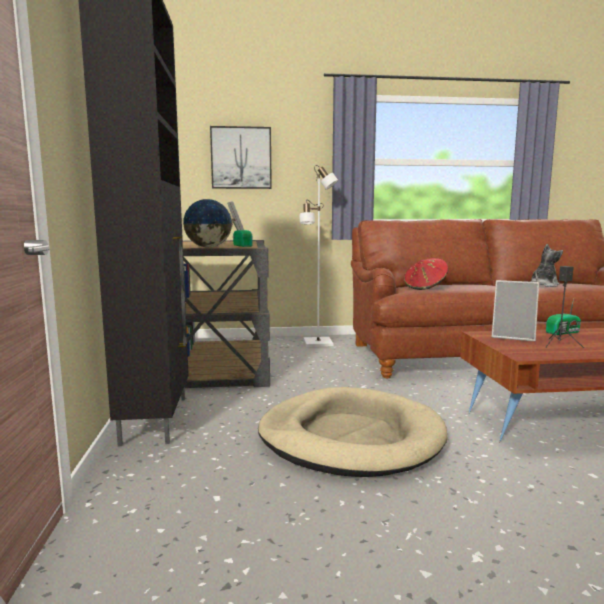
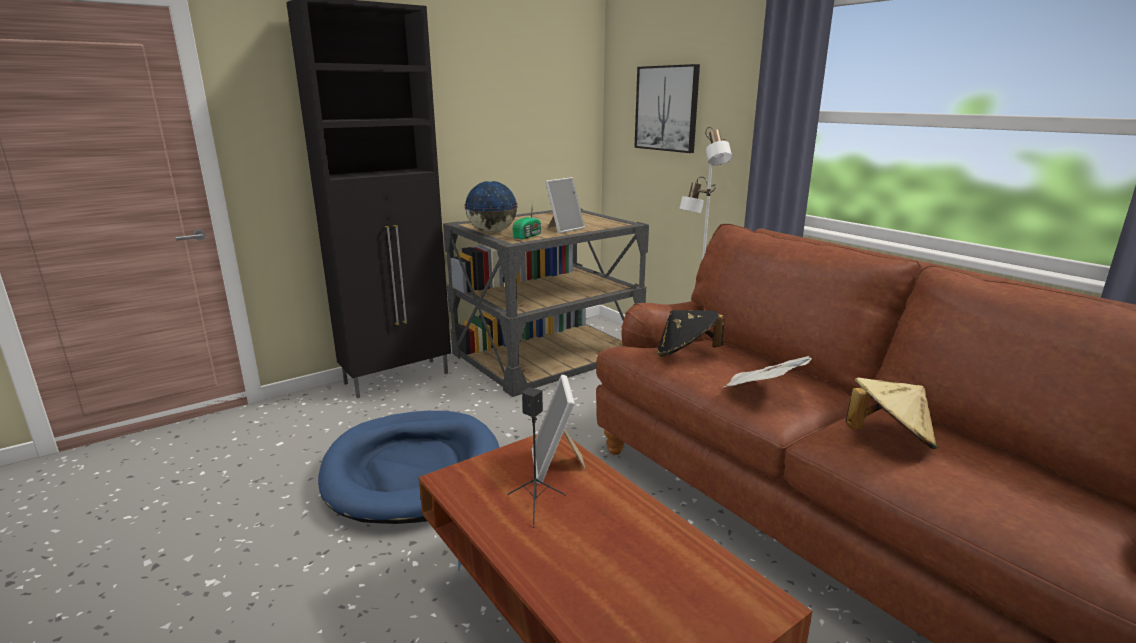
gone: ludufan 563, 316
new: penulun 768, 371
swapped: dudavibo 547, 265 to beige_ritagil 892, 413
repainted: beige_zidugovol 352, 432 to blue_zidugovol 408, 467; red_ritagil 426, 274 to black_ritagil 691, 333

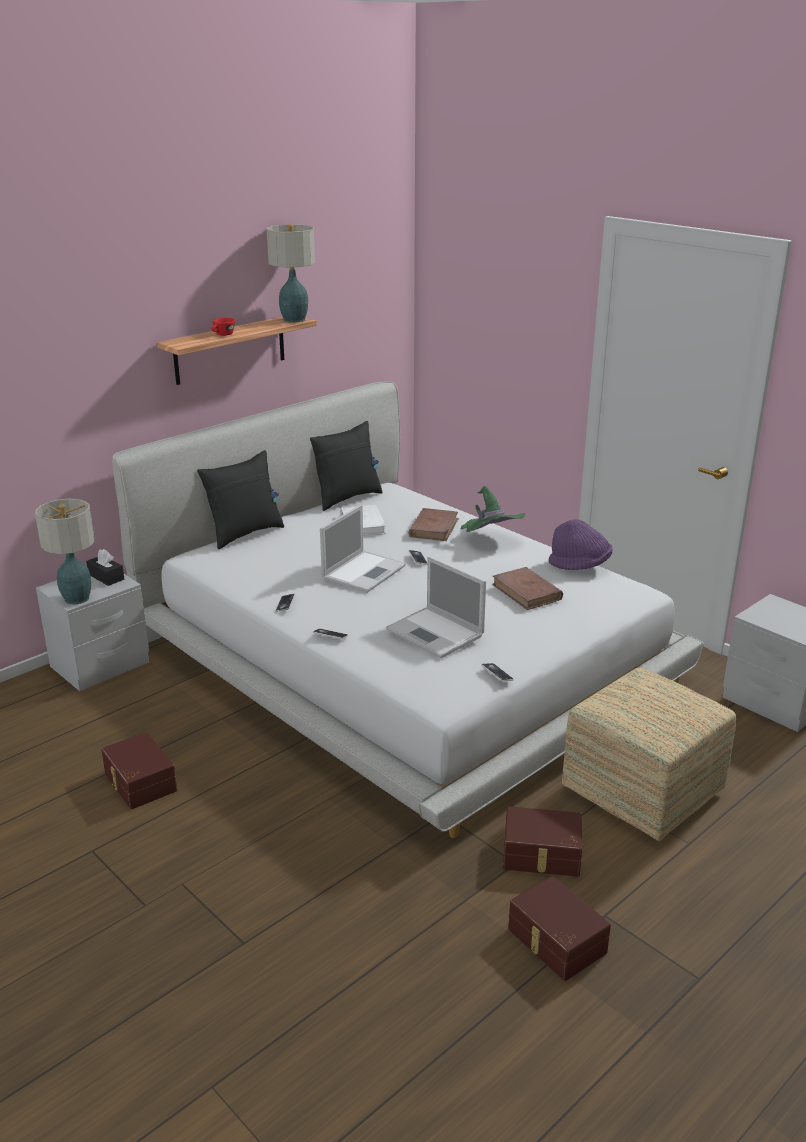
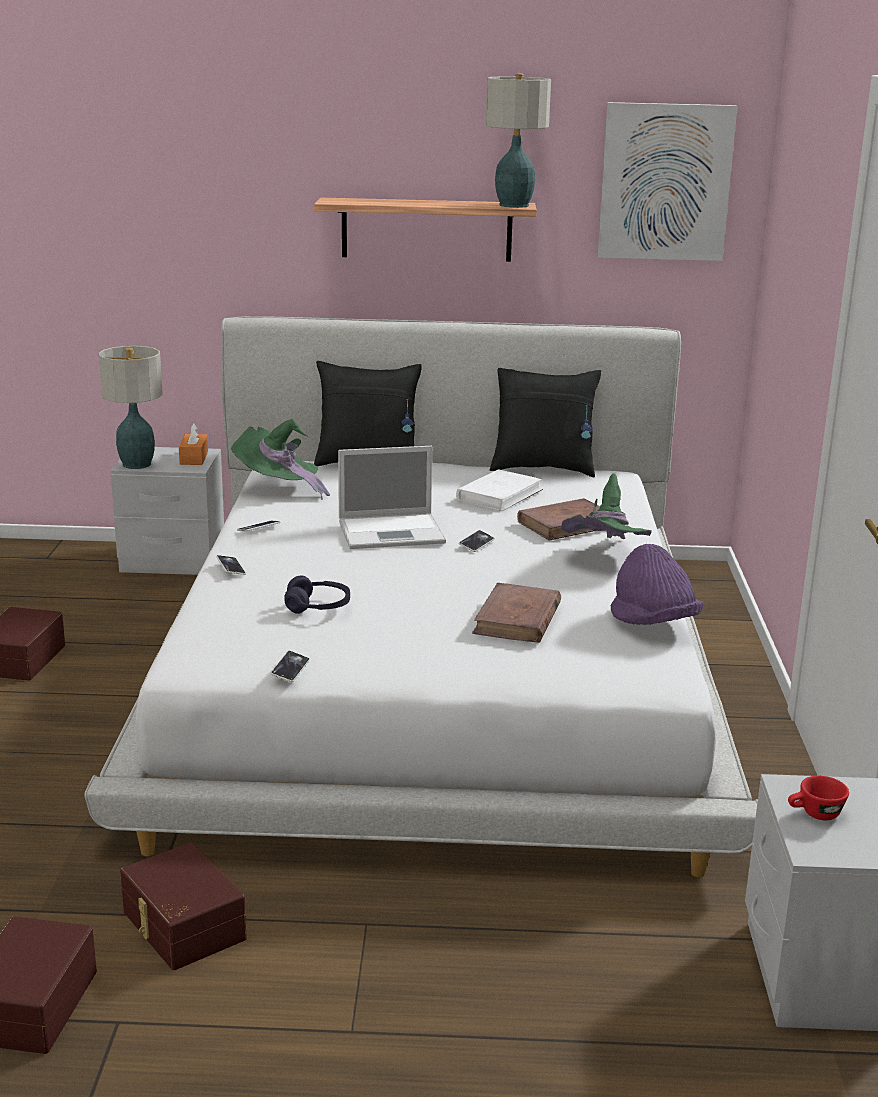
gone: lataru 649, 755
new: green_ritagil 280, 459; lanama 667, 181
shifted: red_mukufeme 223, 327 to 818, 798
swapped: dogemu 436, 607 to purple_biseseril 317, 595
repainted: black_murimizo 105, 567 to orange_murimizo 193, 444

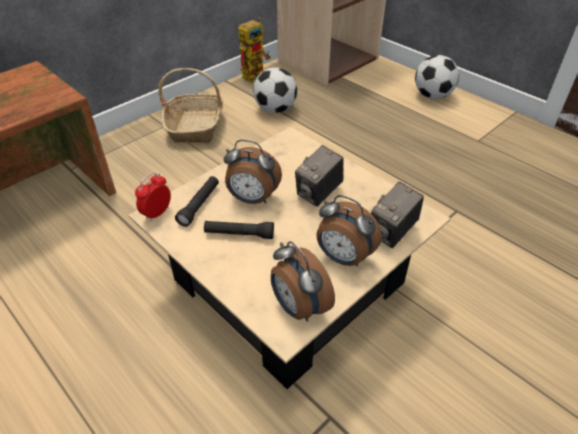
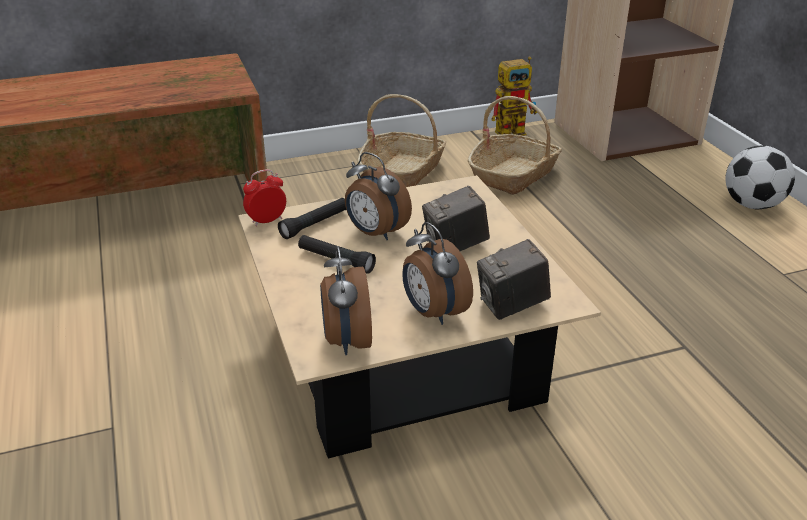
swapped: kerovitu 275, 90 to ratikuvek 515, 145

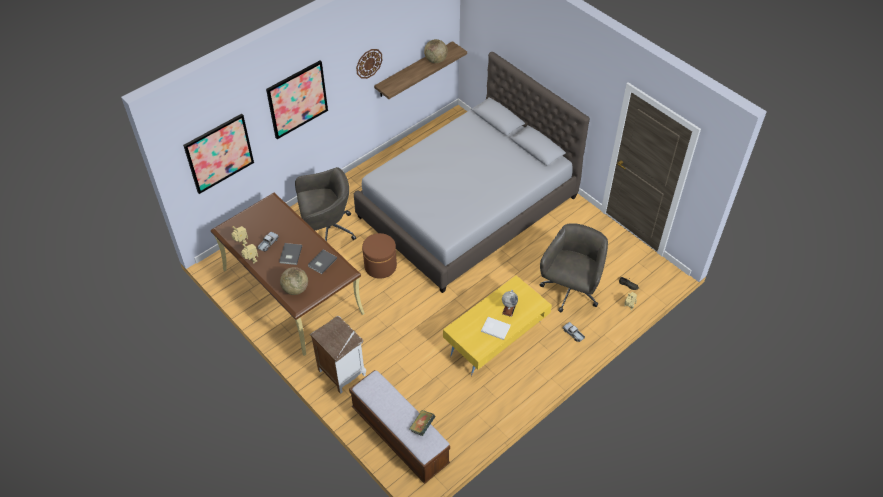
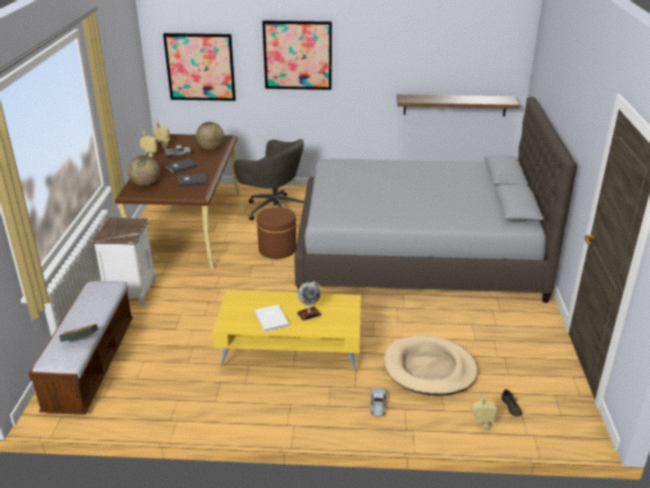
gone: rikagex 369, 64
shifted: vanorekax 436, 51 to 210, 136
swapped: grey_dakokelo 574, 268 to beige_zidugovol 431, 365

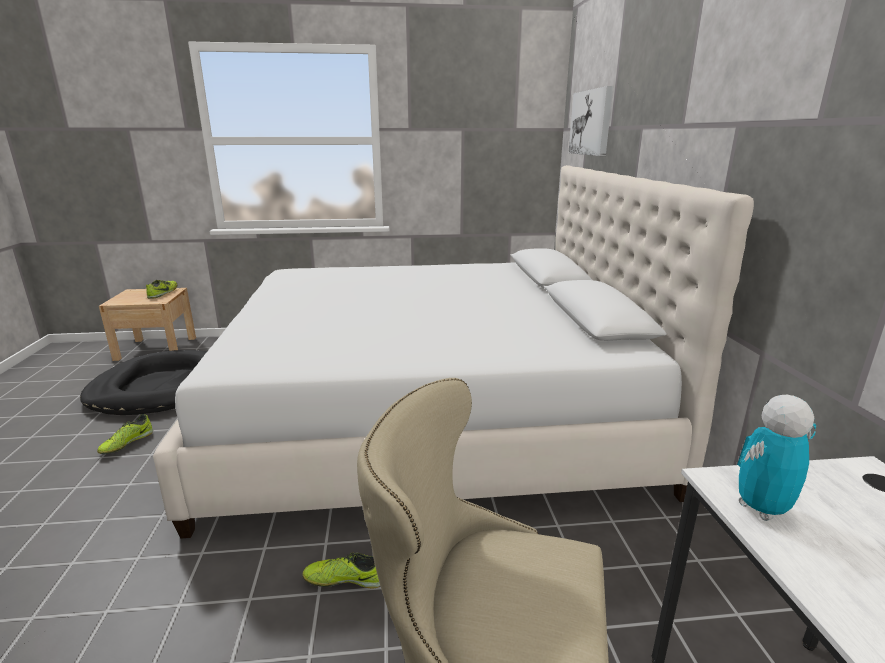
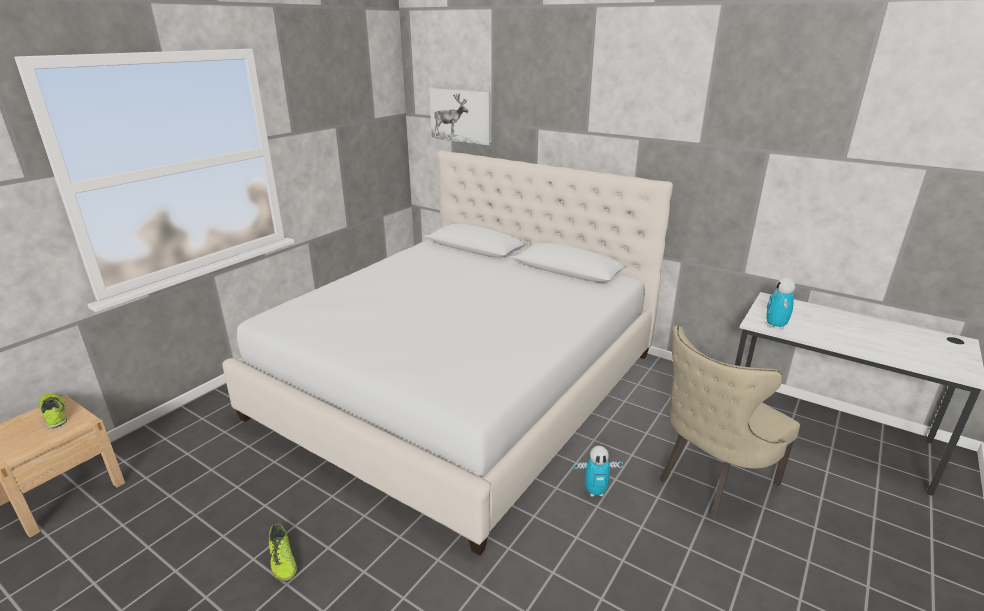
gone: black_zidugovol 143, 382
swapped: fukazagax 341, 570 to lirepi 598, 471

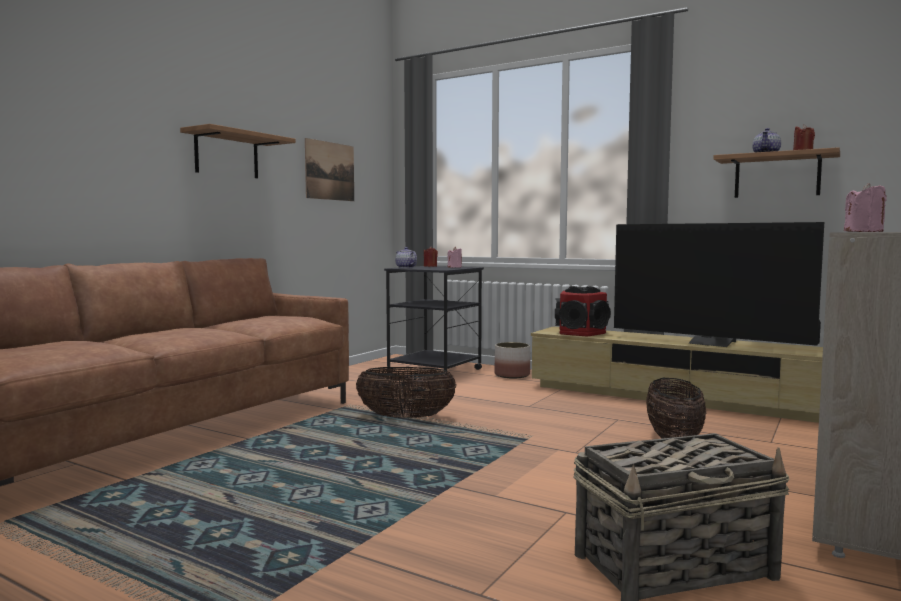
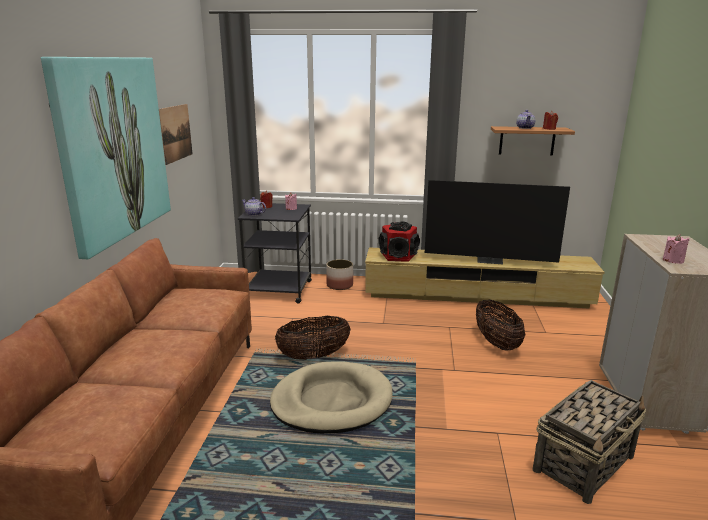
new: beige_zidugovol 331, 397
swapped: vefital 238, 151 to lanama 106, 158

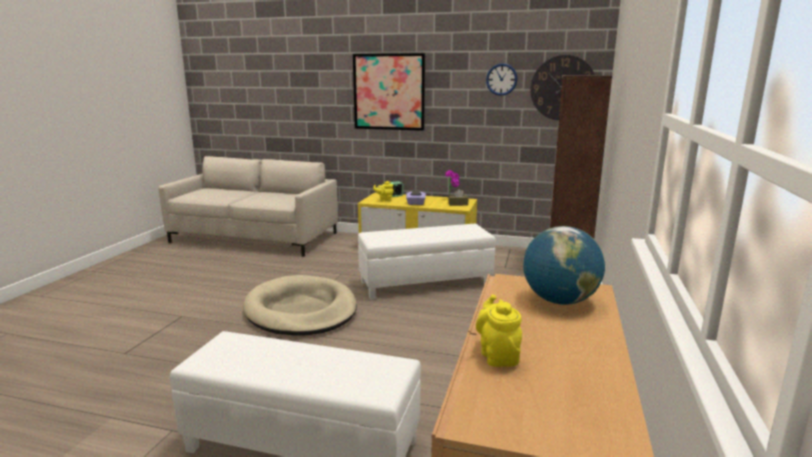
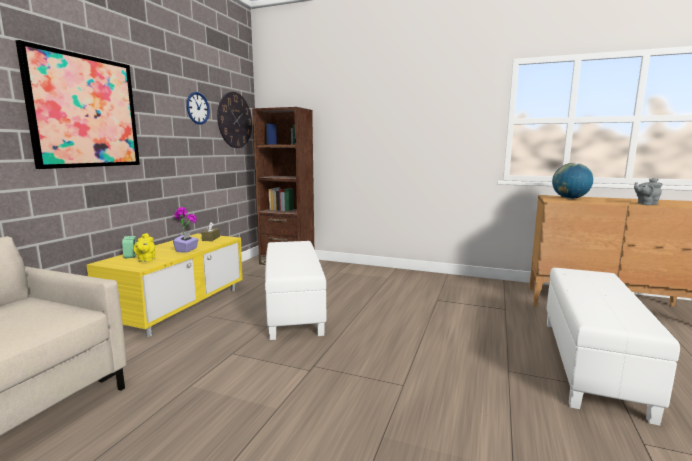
gone: beige_zidugovol 300, 305
repainted: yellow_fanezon 499, 330 to grey_fanezon 648, 191

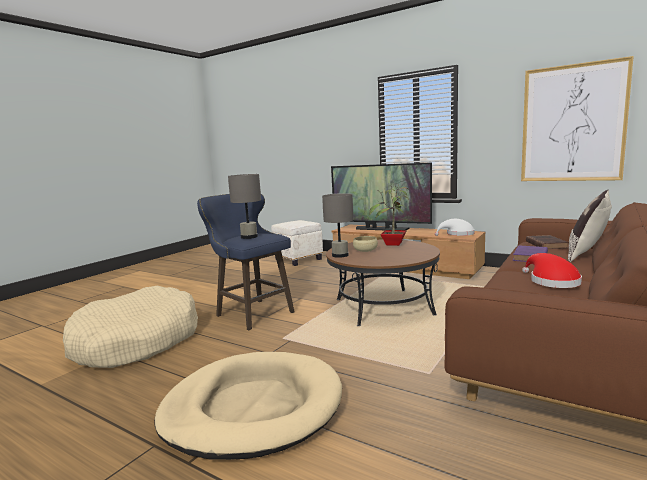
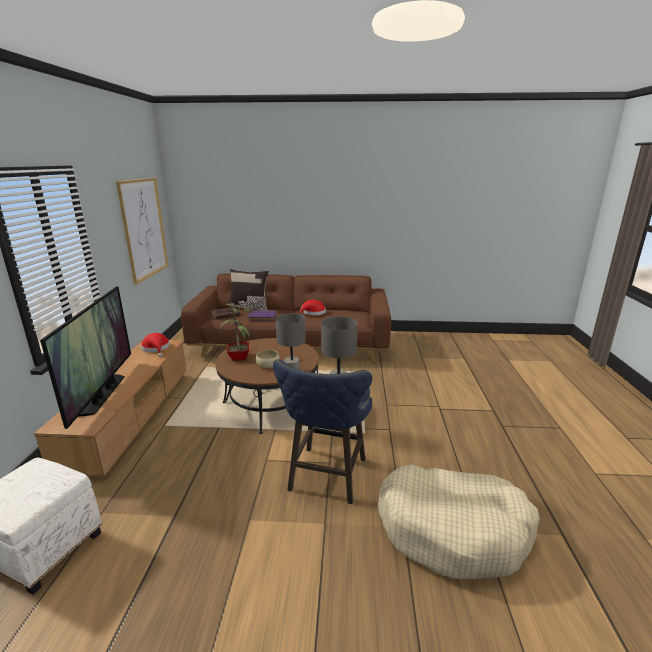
gone: beige_zidugovol 248, 406
repainted: white_ritagil 454, 227 to red_ritagil 155, 345

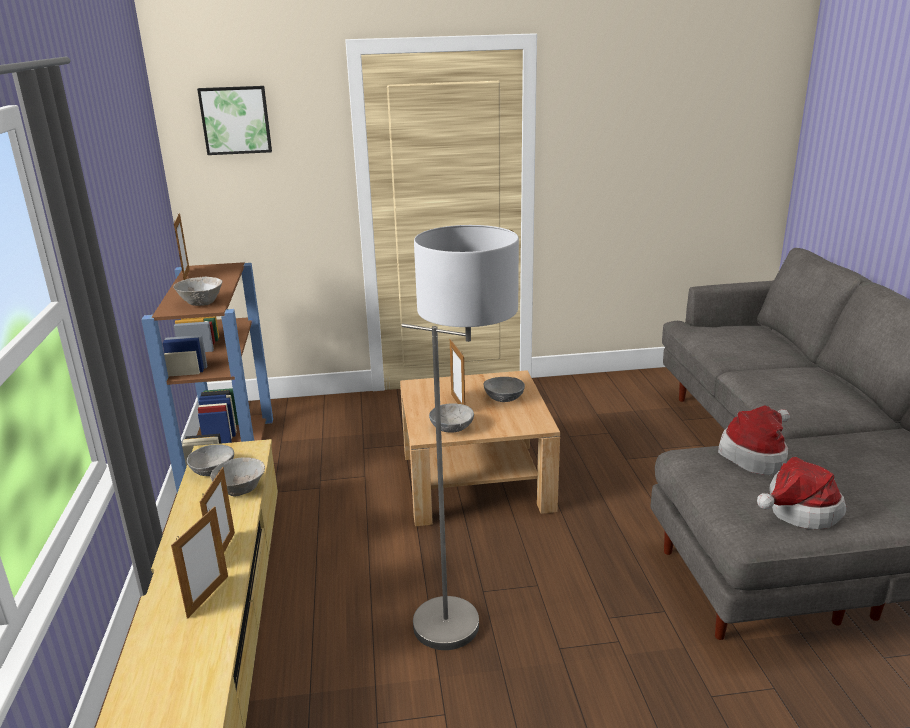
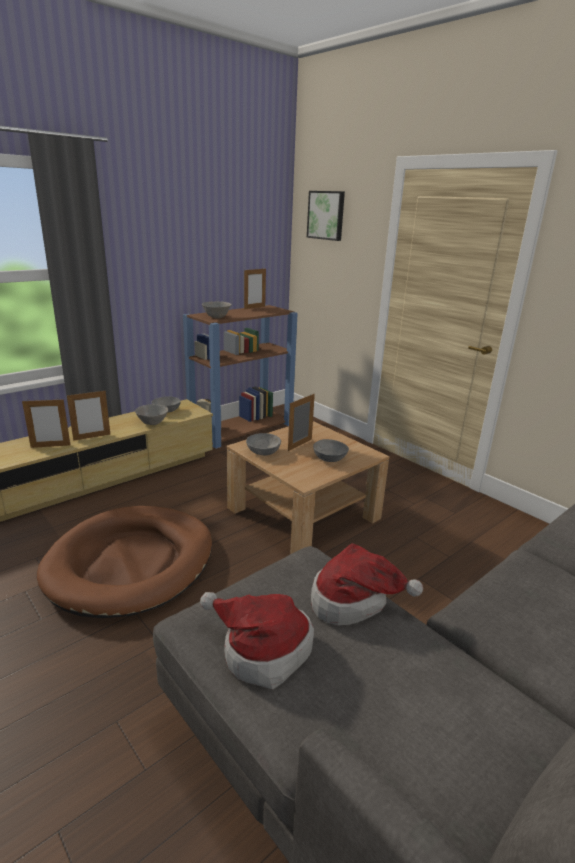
swapped: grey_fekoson 460, 437 to brown_zidugovol 124, 562

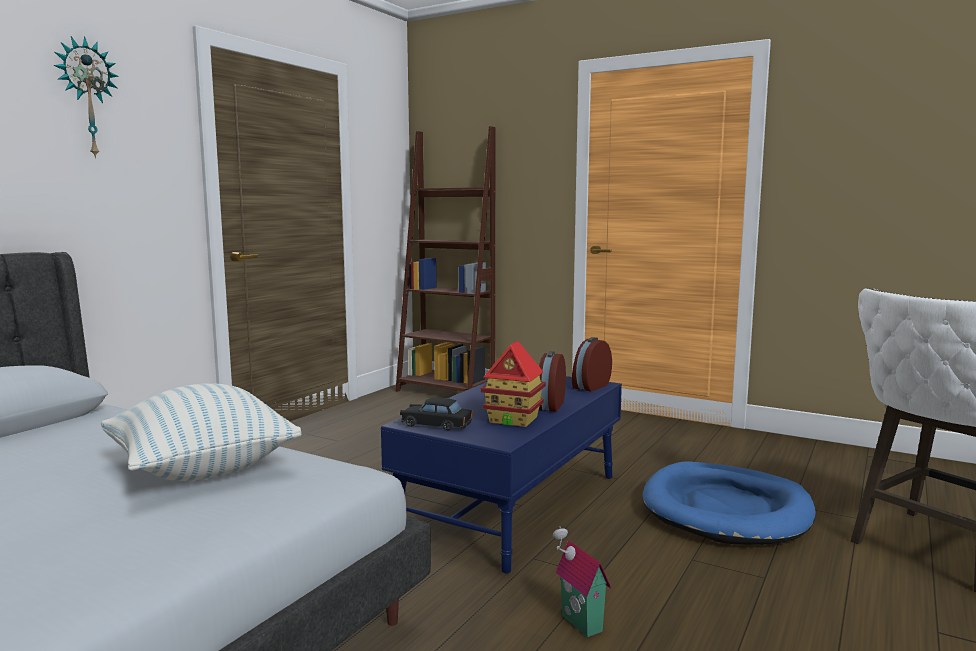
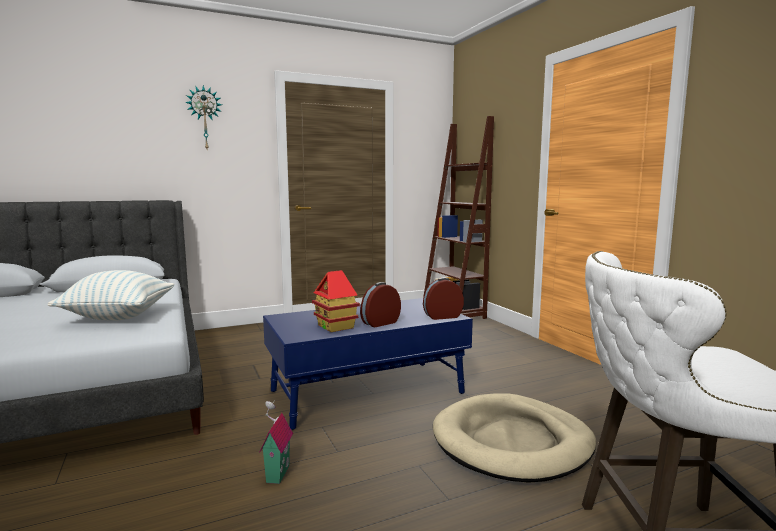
gone: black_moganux 436, 413
repainted: blue_zidugovol 729, 503 to beige_zidugovol 514, 438

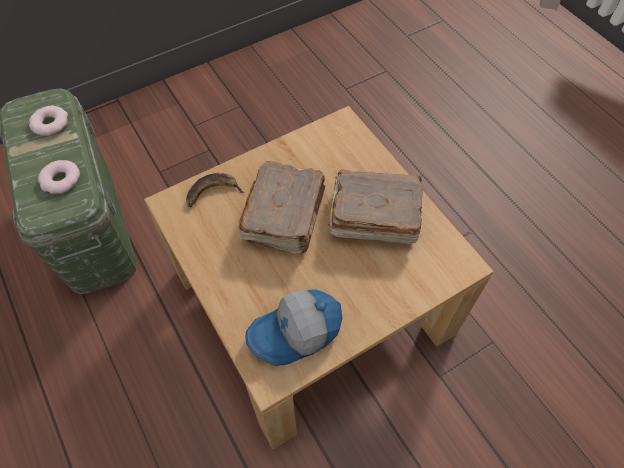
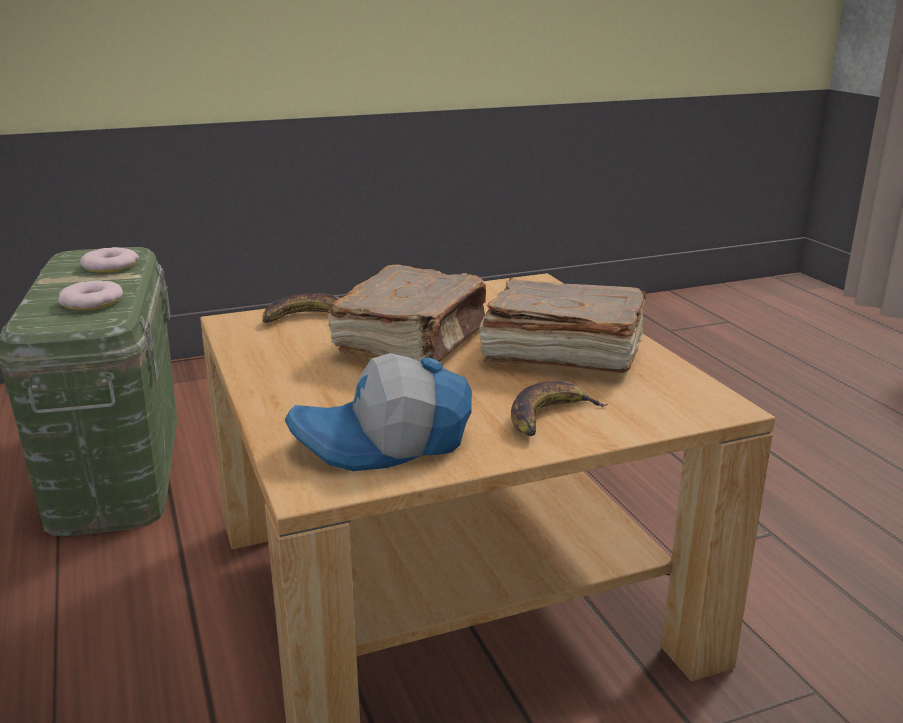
new: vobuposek 559, 408

